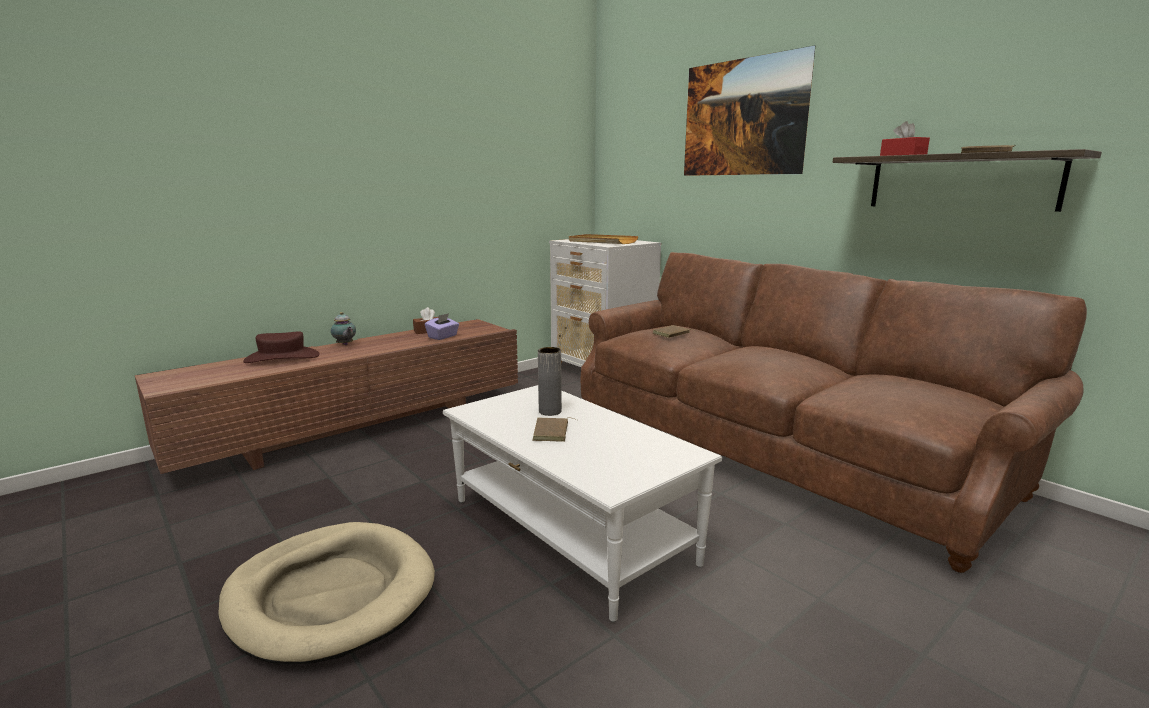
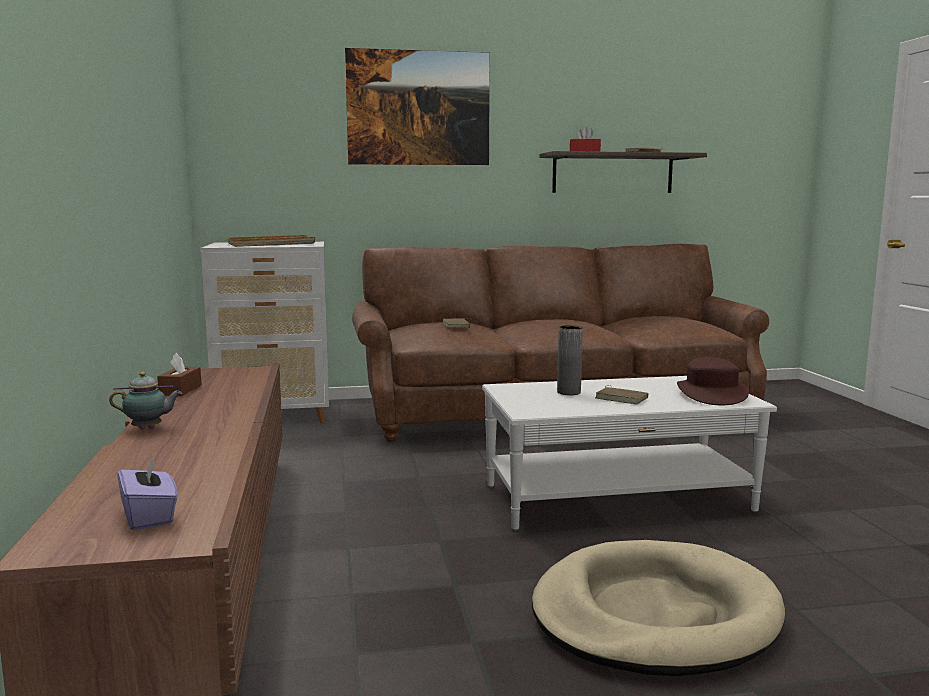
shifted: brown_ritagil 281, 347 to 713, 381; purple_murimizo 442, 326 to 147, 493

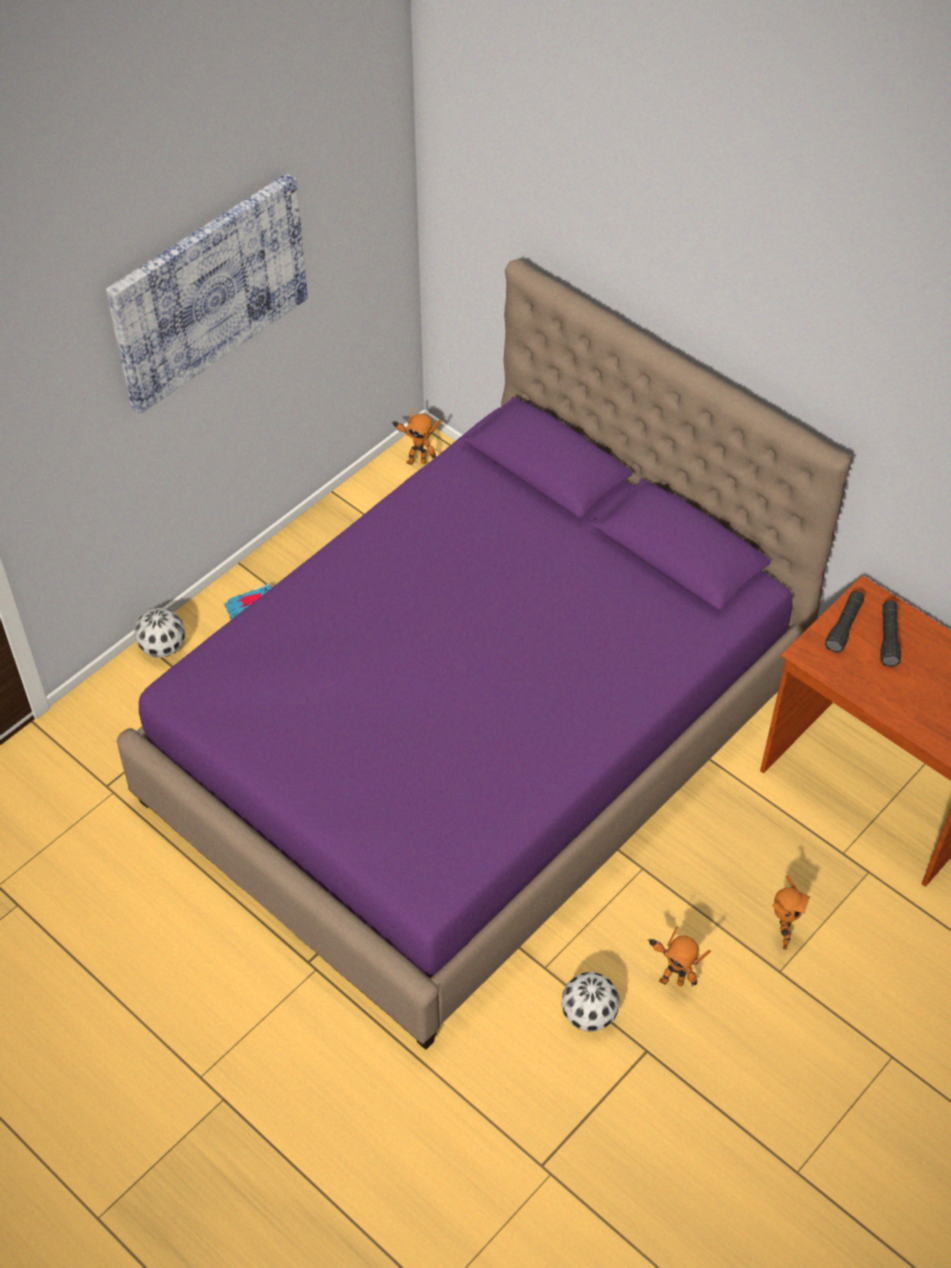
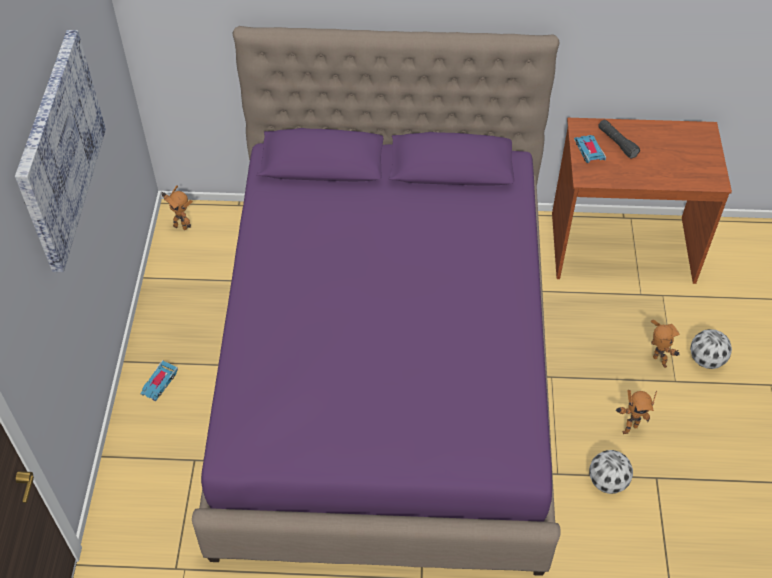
shifted: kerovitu 159, 633 to 711, 349
swapped: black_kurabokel 844, 622 to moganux 590, 149
rotated: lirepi 417, 436 = 177, 207 60 degrees clockwise

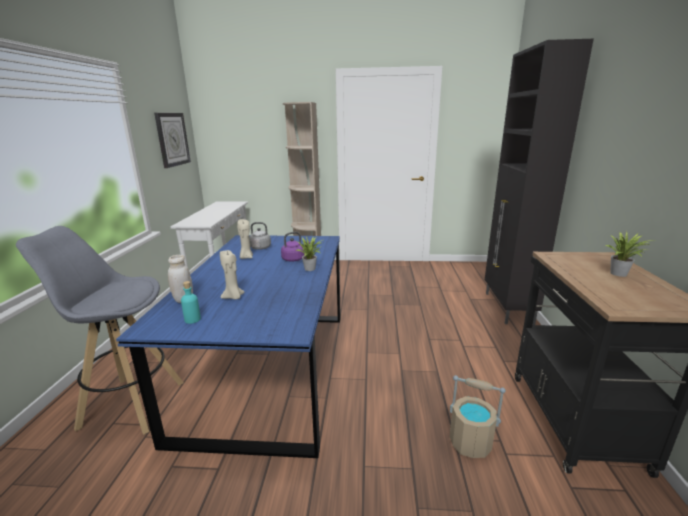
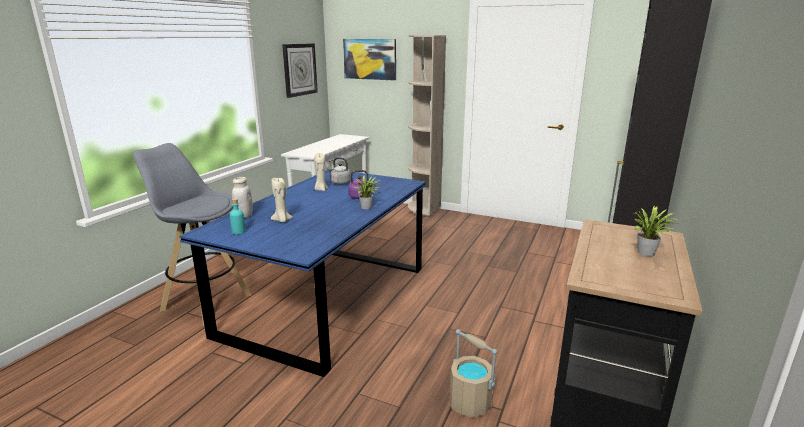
new: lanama 369, 59

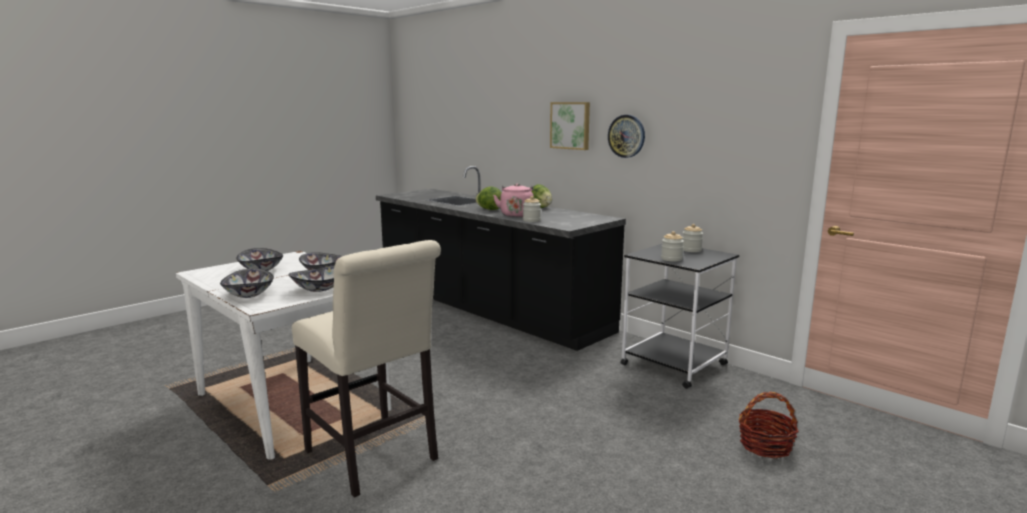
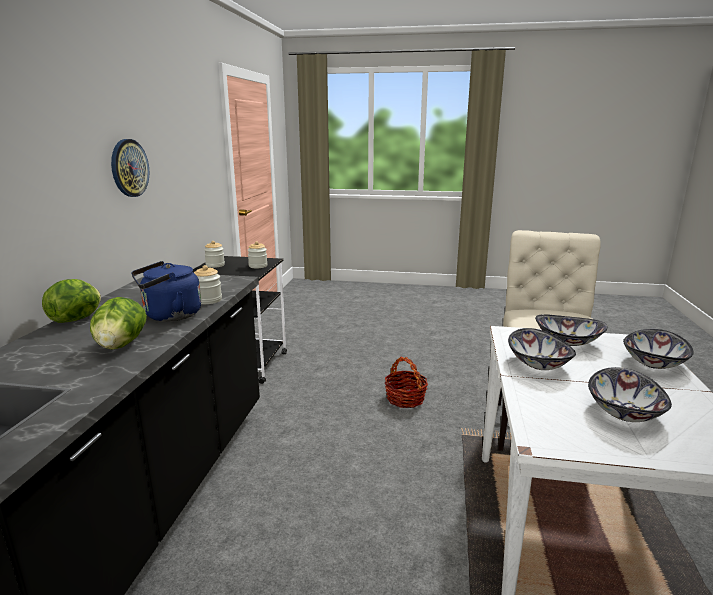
gone: lanama 570, 126
shifted: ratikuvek 769, 425 to 406, 382
repainted: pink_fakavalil 513, 200 to blue_fakavalil 166, 291

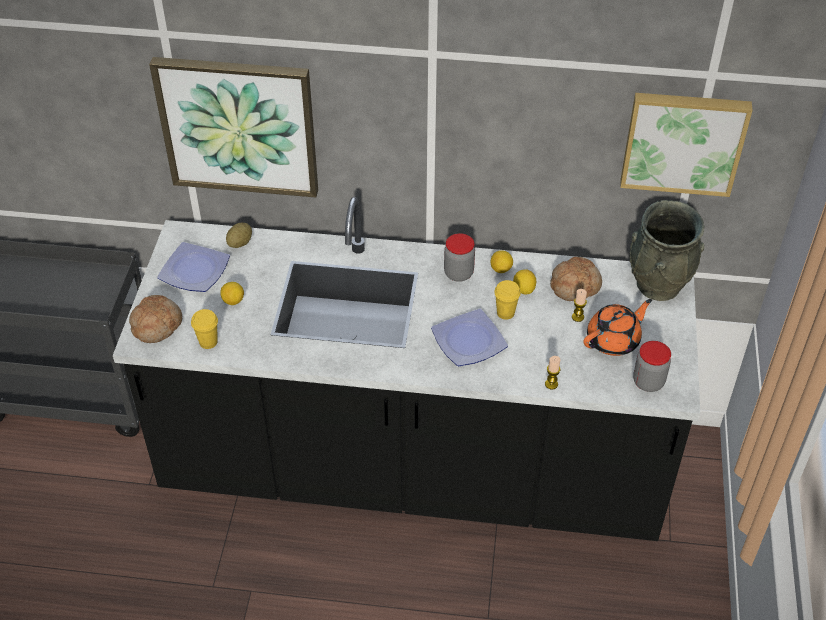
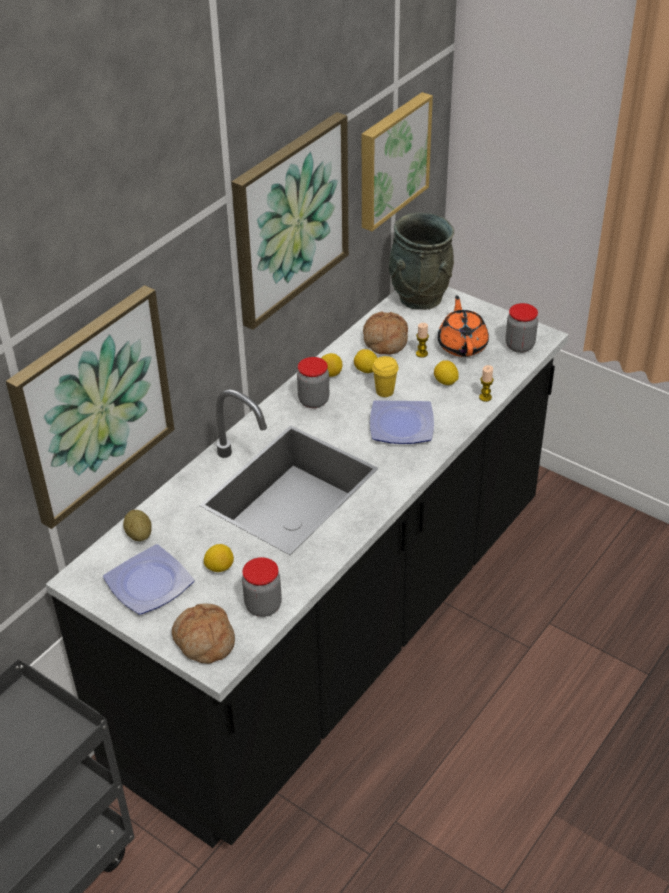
new: lanama 290, 221; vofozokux 446, 372
swapped: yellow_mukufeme 204, 329 to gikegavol 262, 587

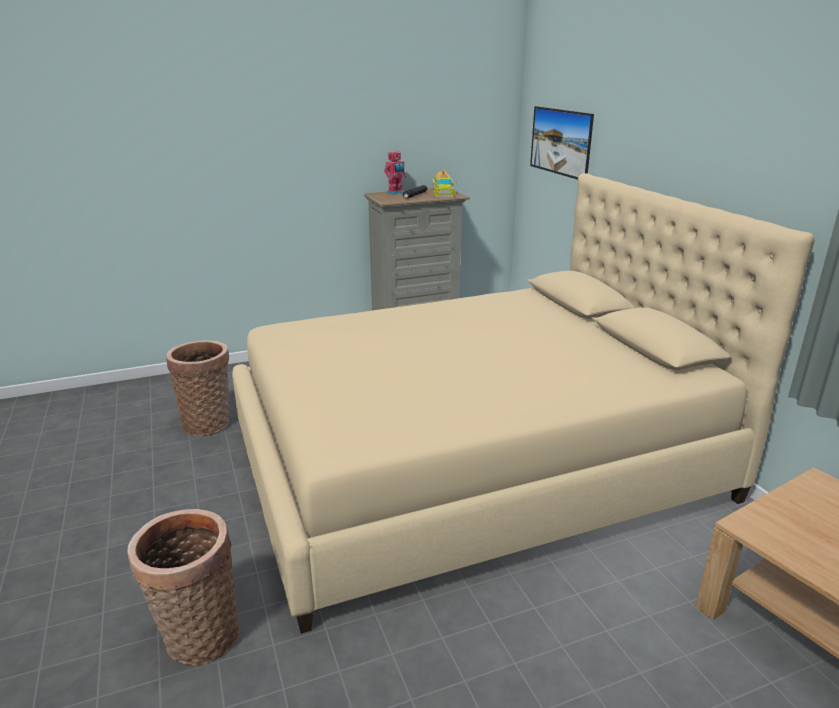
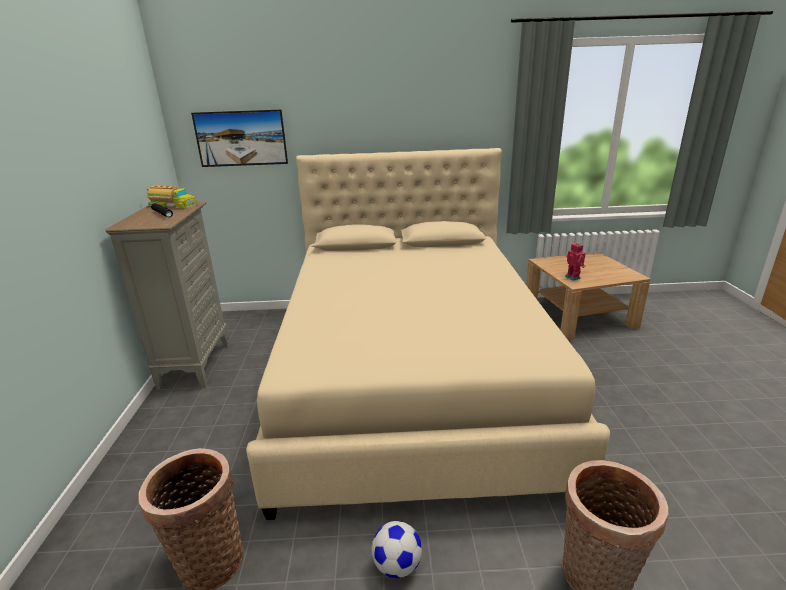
new: kerovitu 396, 549
shifted: lirepi 395, 172 to 575, 261

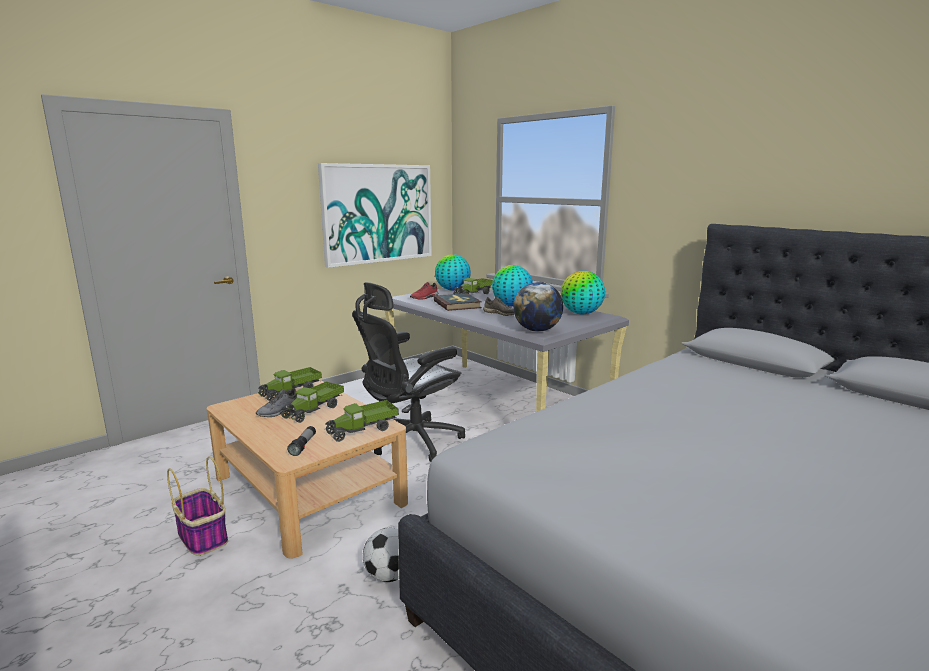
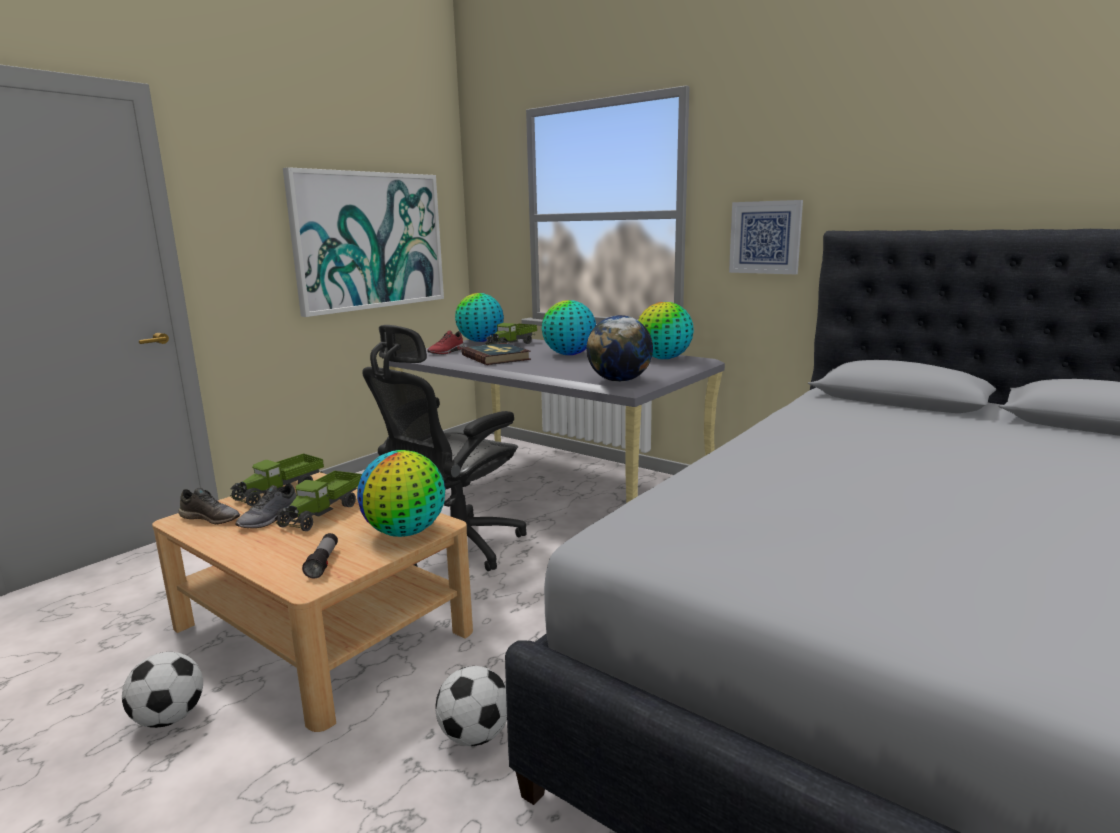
new: lanama 766, 237
shifted: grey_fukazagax 498, 306 to 209, 506
swapped: ratikuvek 197, 506 to kerovitu 162, 690; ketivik 362, 421 to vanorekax 401, 493

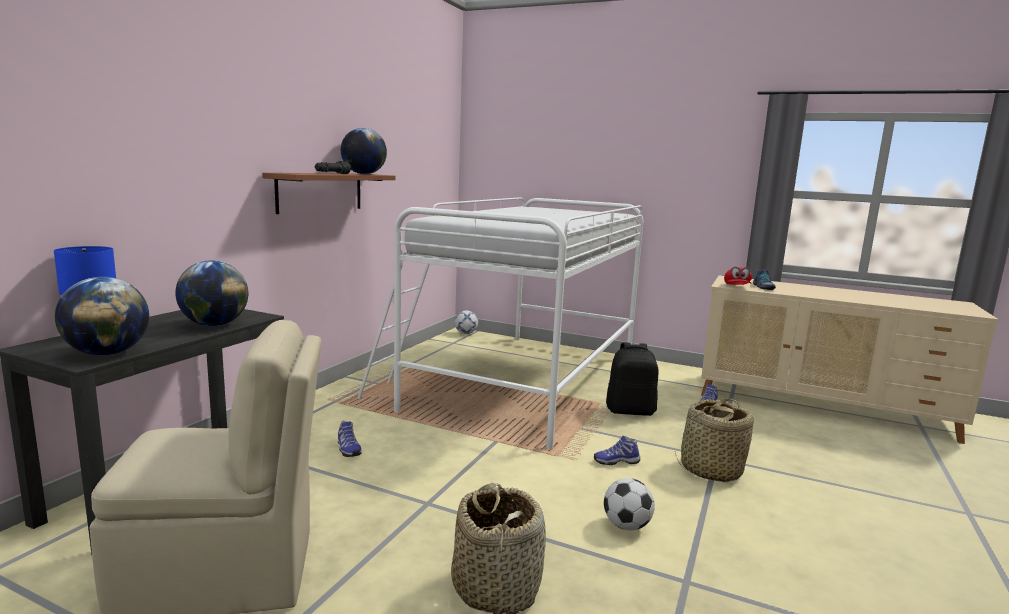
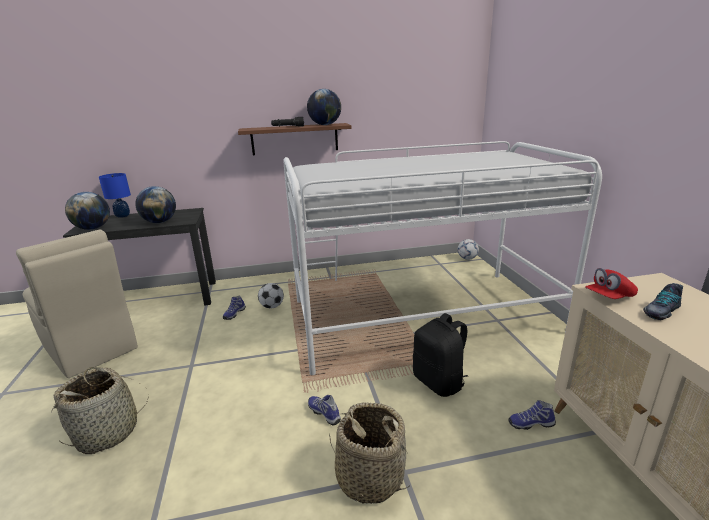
shifted: kerovitu 629, 504 to 271, 295

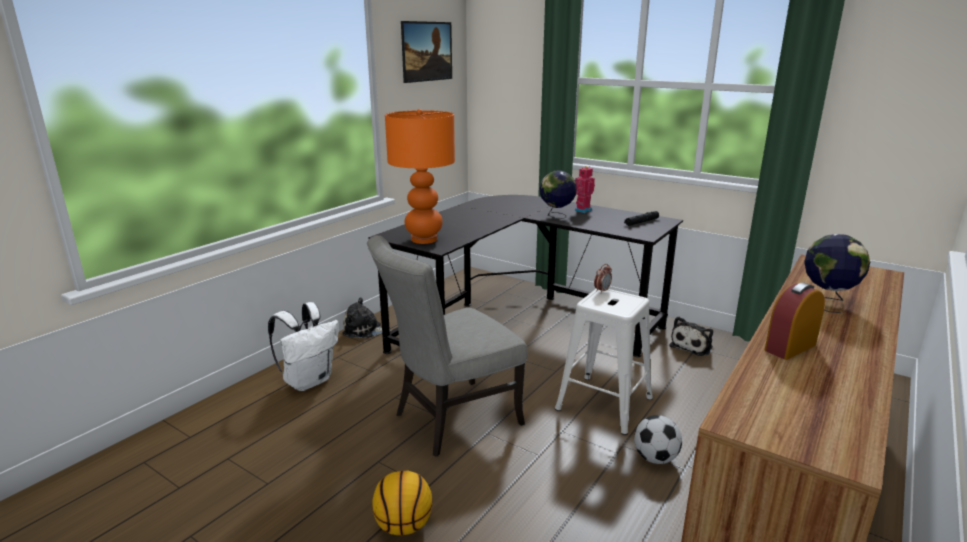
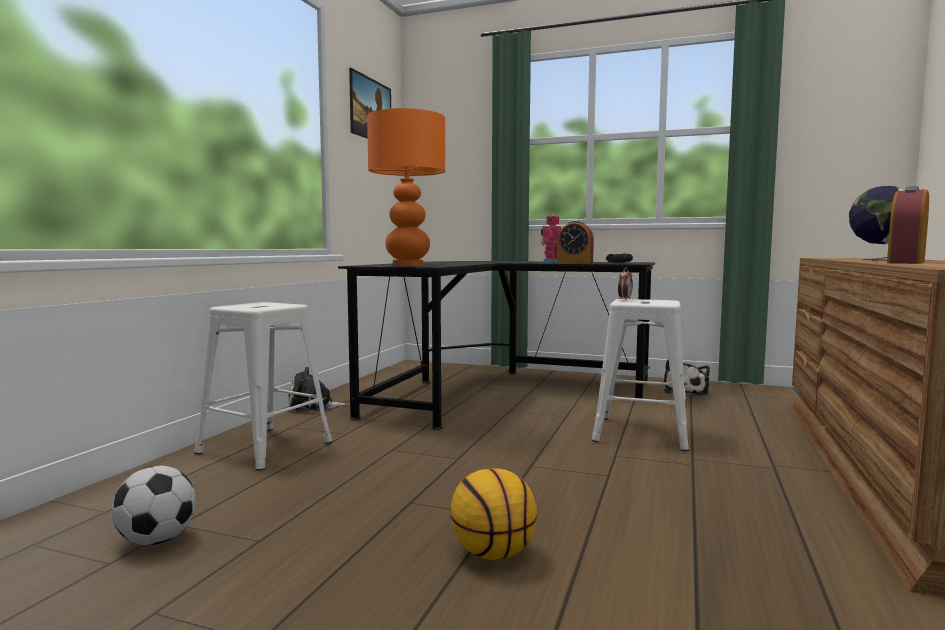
gone: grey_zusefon 447, 346; vanorekax 558, 194
new: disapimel 576, 241
shifted: kerovitu 658, 439 to 154, 505
swapped: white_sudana 303, 346 to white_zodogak 263, 386

